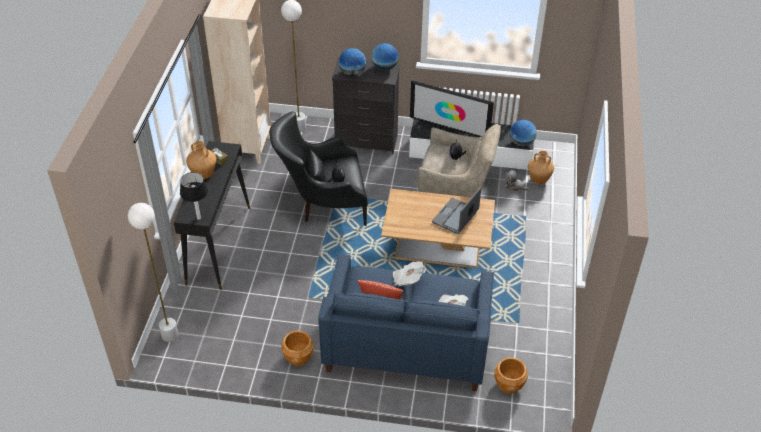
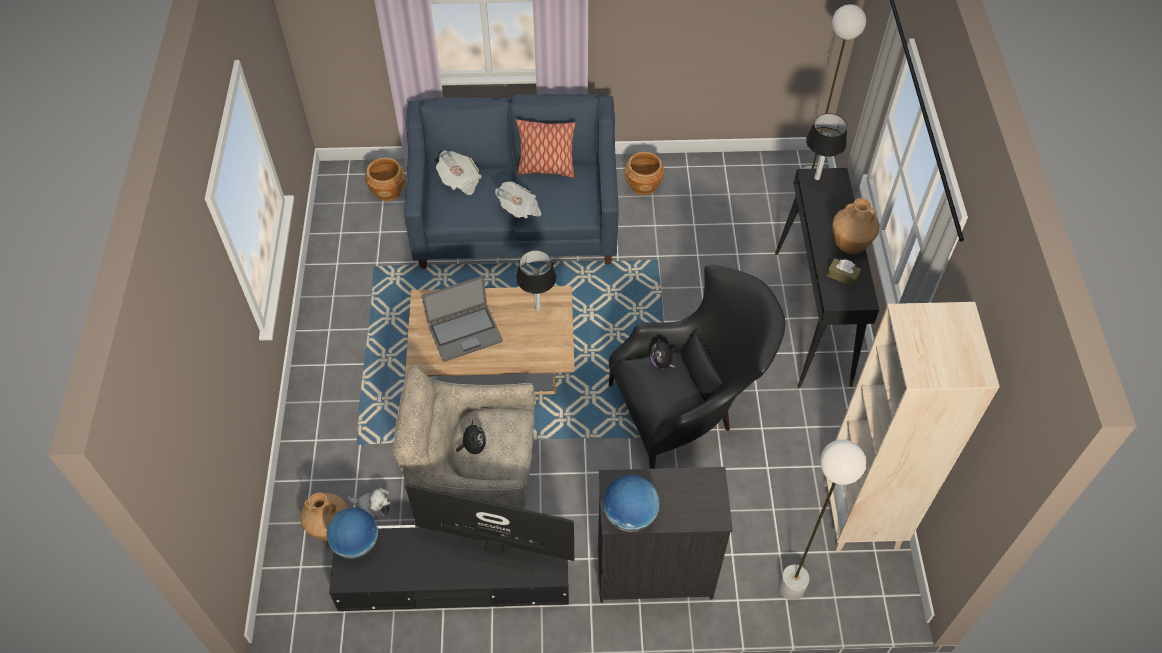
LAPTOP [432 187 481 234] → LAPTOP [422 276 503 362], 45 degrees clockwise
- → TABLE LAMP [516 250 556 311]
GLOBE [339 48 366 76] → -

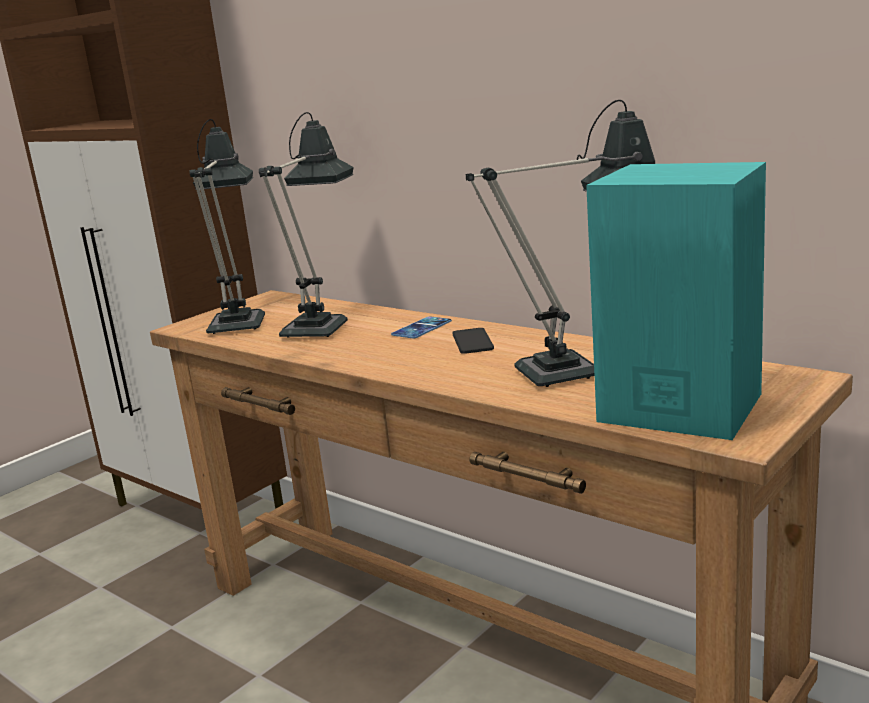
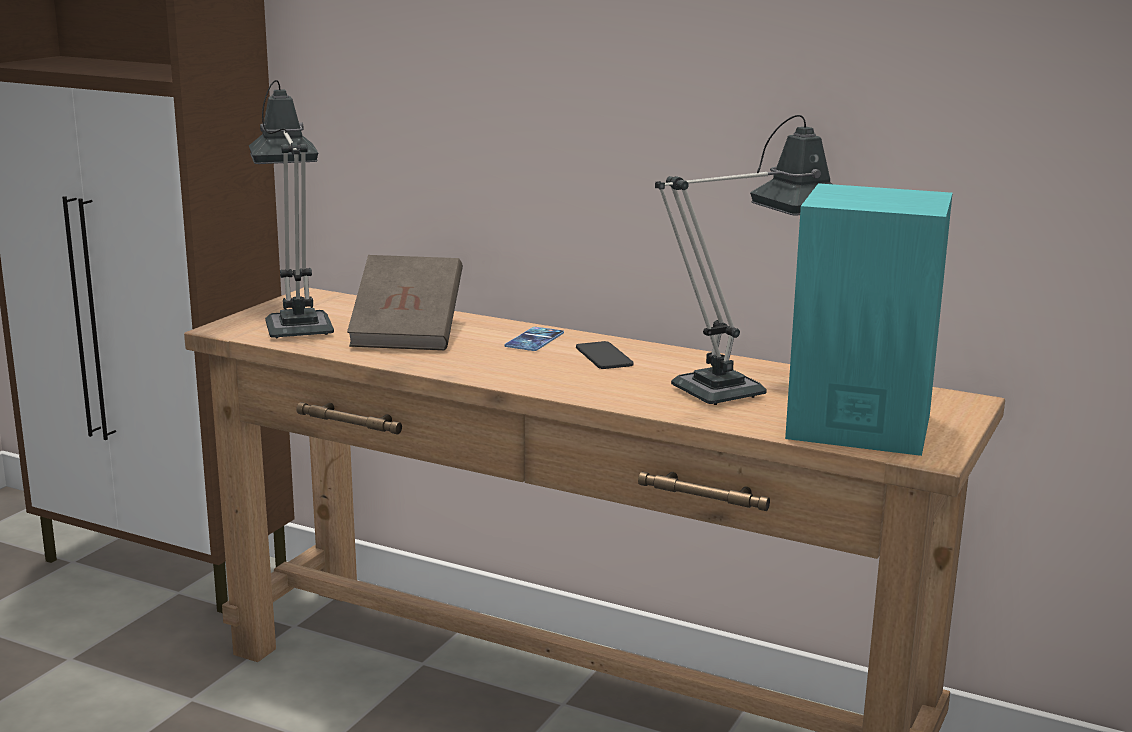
TABLE LAMP [259 112 354 337] → BROWN BOOK [347 255 463 350]

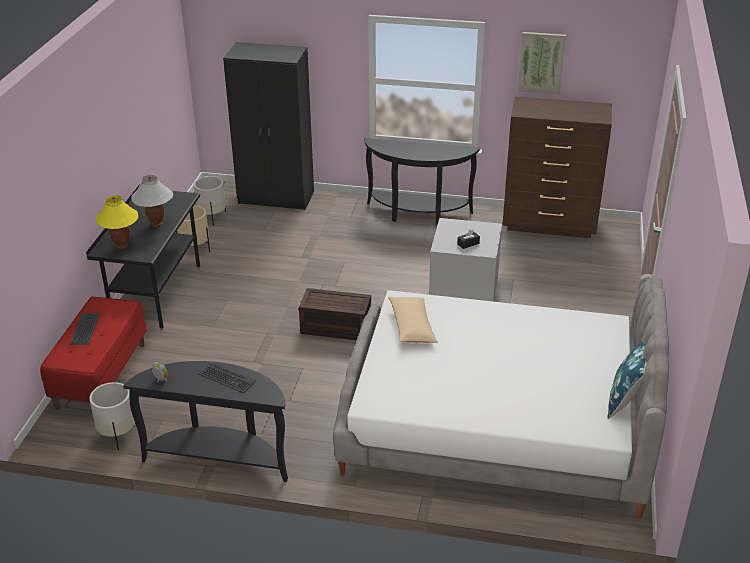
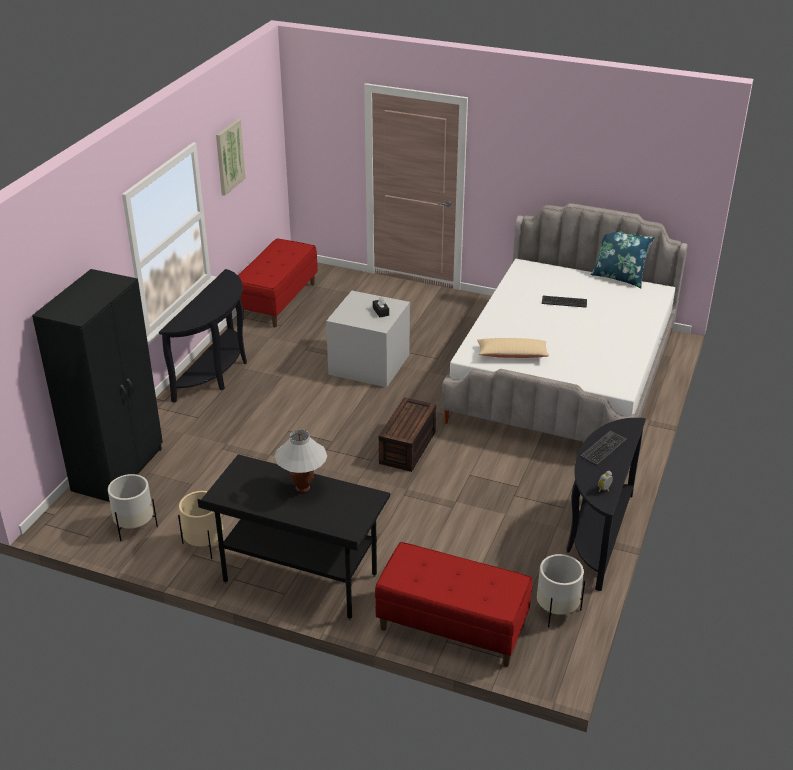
BROWN DRESSER [502 96 612 238] → RED BENCH [235 238 318 327]
KEYBOARD [70 313 99 345] → KEYBOARD [542 296 587 308], relocated
YELLOW TABLE LAMP [96 195 138 249] → -

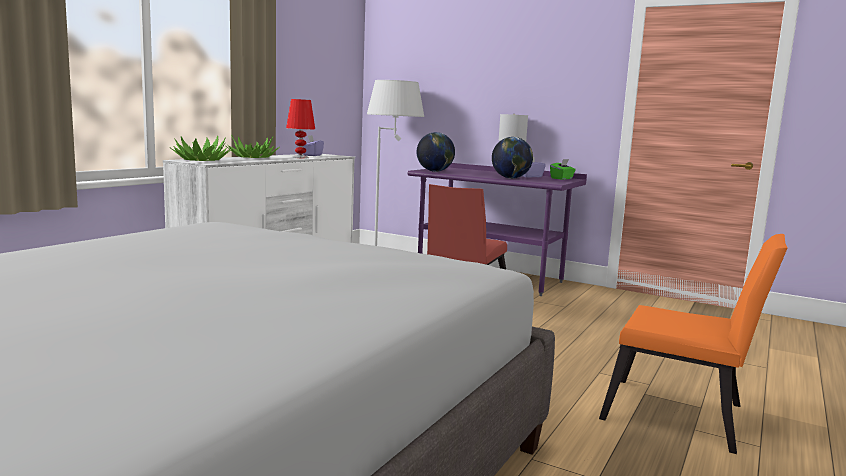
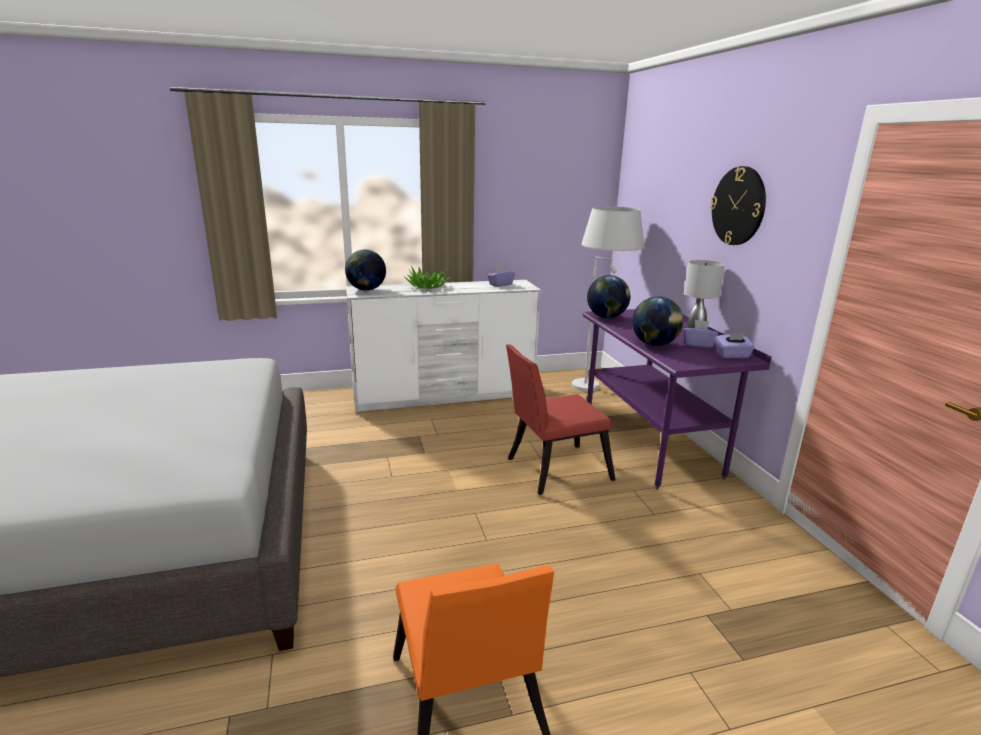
POTTED PLANT [169 136 232 161] → GLOBE [345 249 386 291]
- → WALL CLOCK [710 166 766 245]
GREEN TISSUE BOX [550 159 576 180] → PURPLE TISSUE BOX [715 332 755 358]
RED TABLE LAMP [286 99 315 158] → -

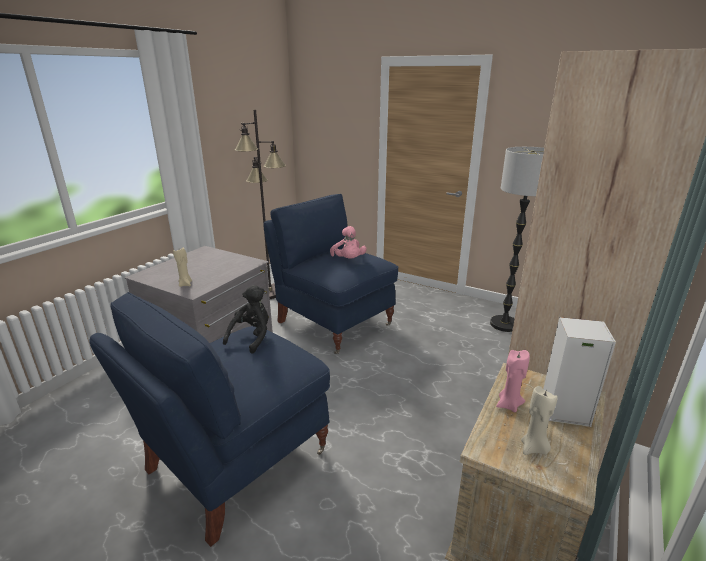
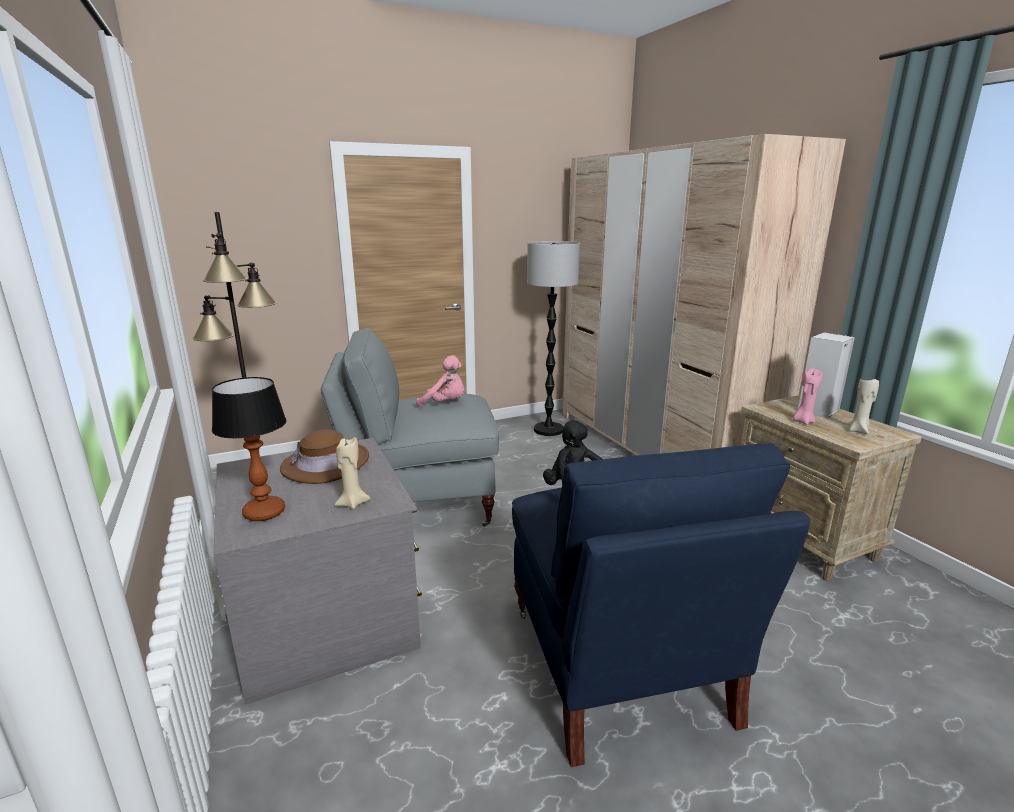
- → TABLE LAMP [212 377 287 521]
- → BROWN HAT [280 429 369 484]
BLUE ARMCHAIR [263 194 399 354] → GREY ARMCHAIR [321 327 499 527]

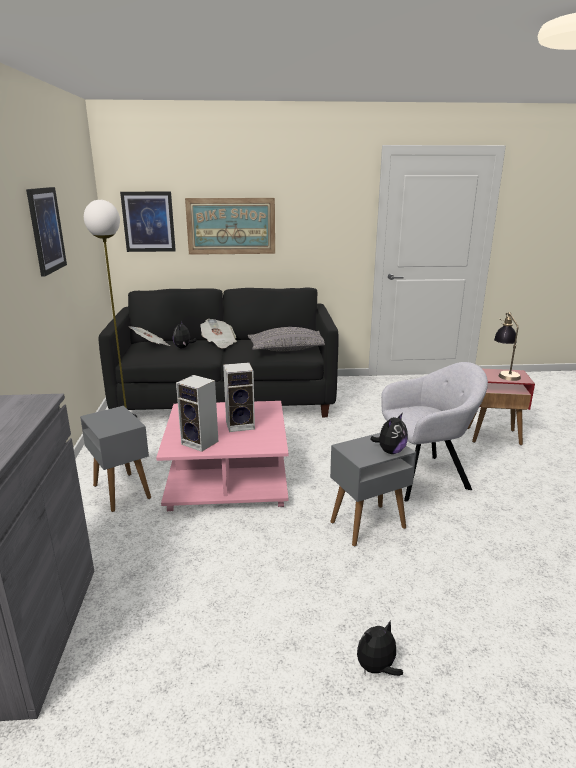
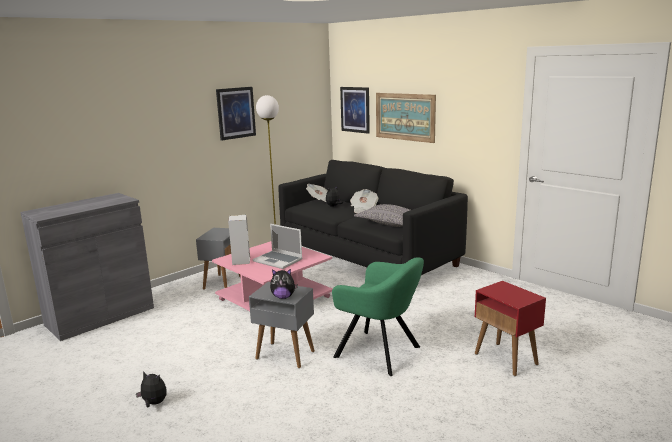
SPEAKER [223 362 255 432] → LAPTOP [253 224 303 269]
GREY ARMCHAIR [381 362 488 502] → GREEN ARMCHAIR [332 257 424 376]
TABLE LAMP [494 312 521 381] → -

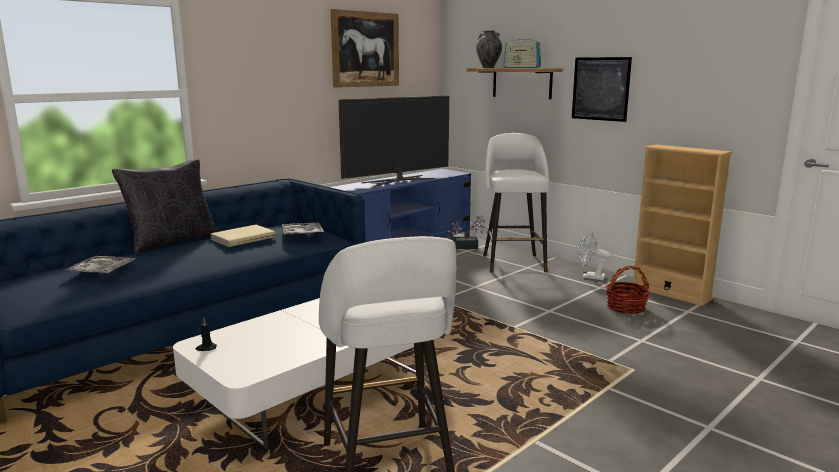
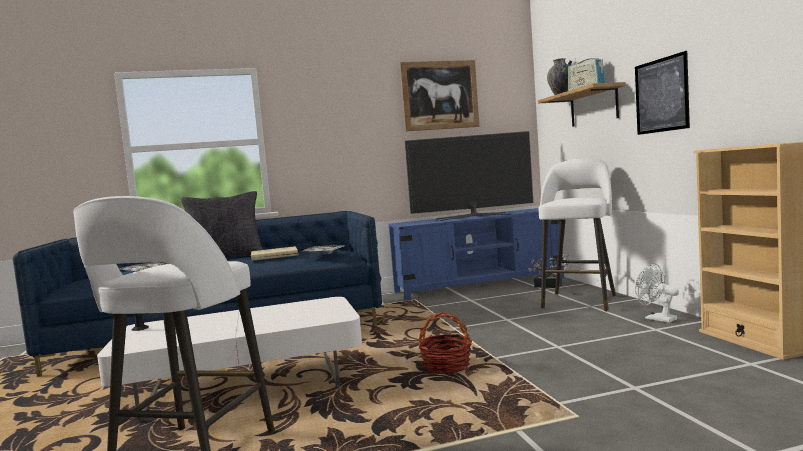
BASKET [606 265 650 314] → BASKET [419 312 472 374], relocated

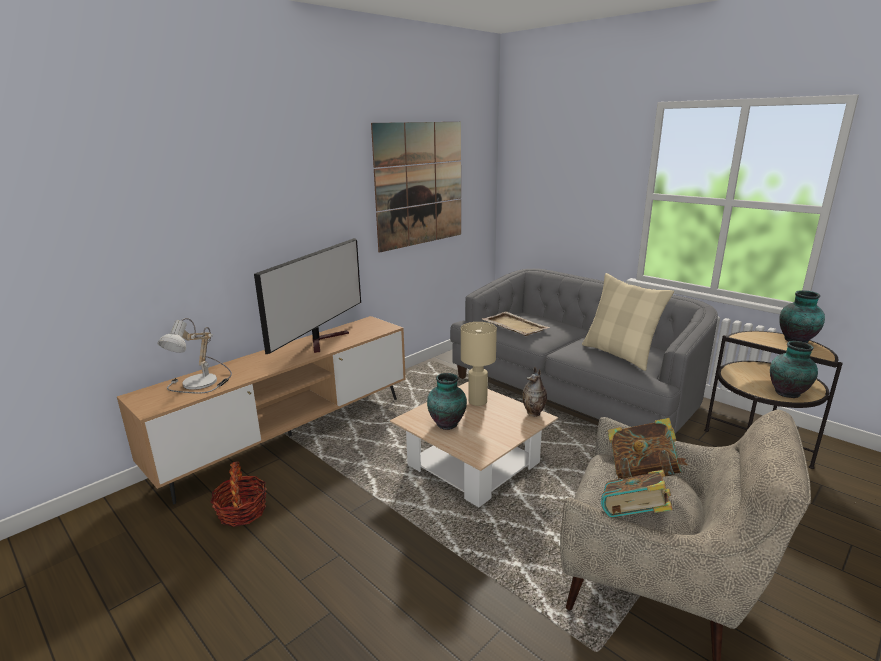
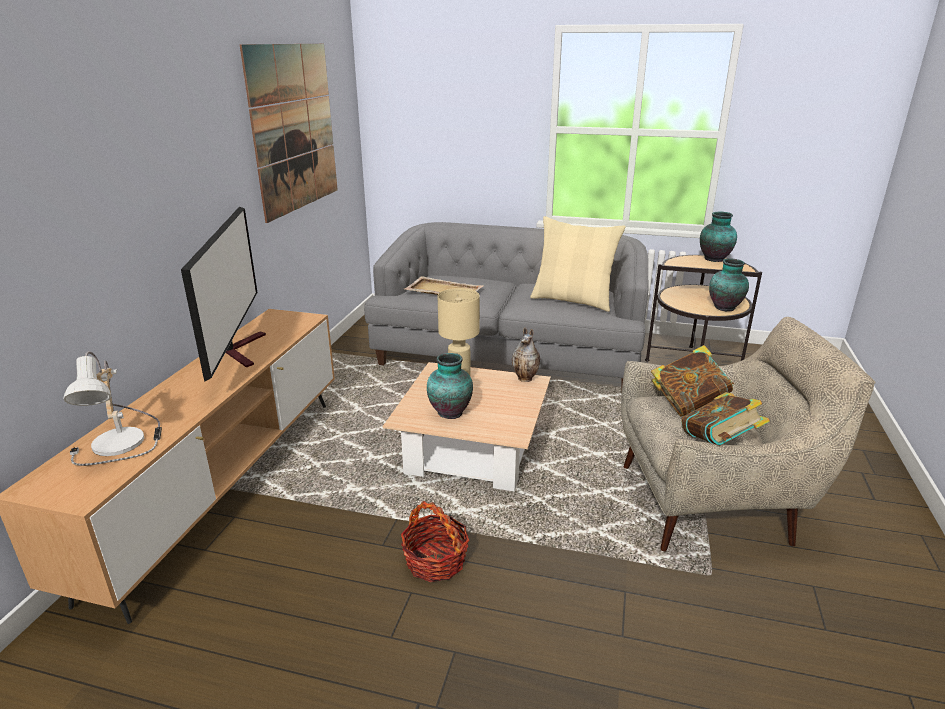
BASKET [211 461 266 527] → BASKET [401 501 470 582], relocated

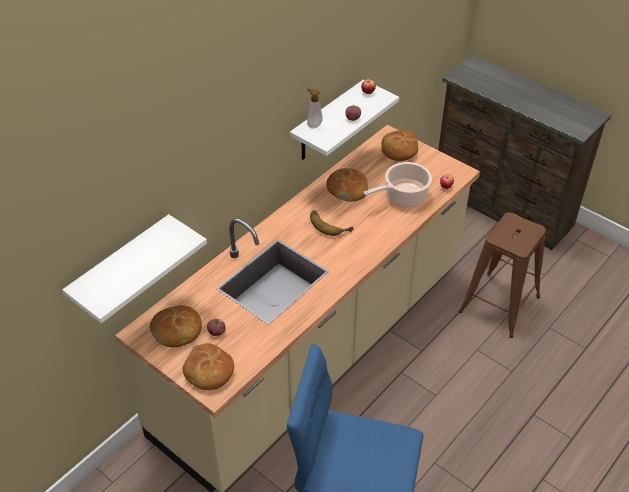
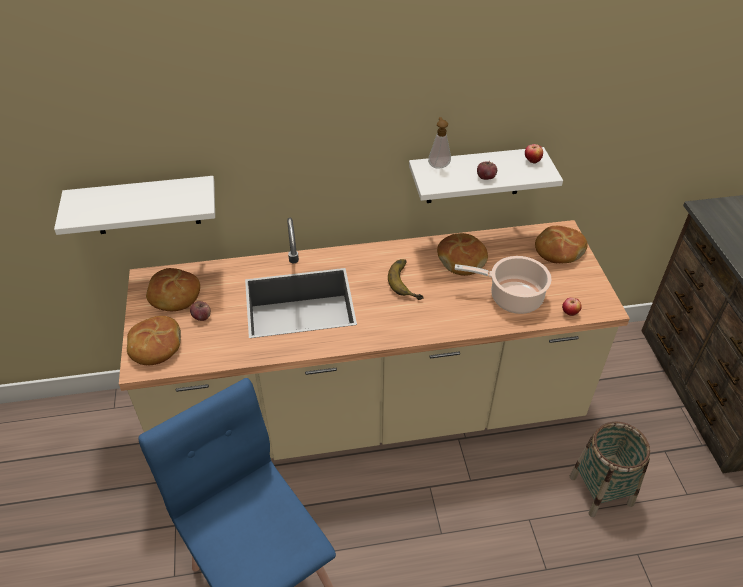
BROWN STOOL [459 212 546 338] → BASKET [570 422 650 517]

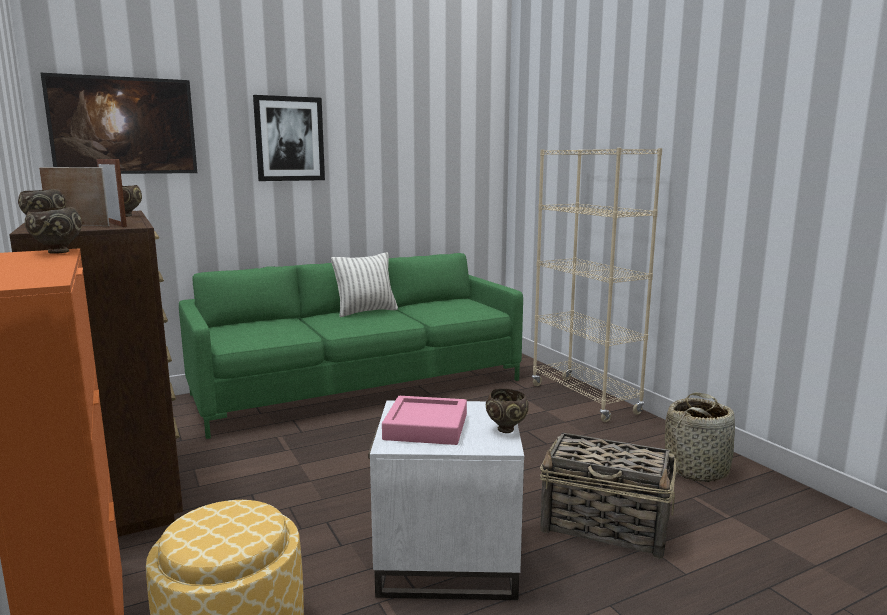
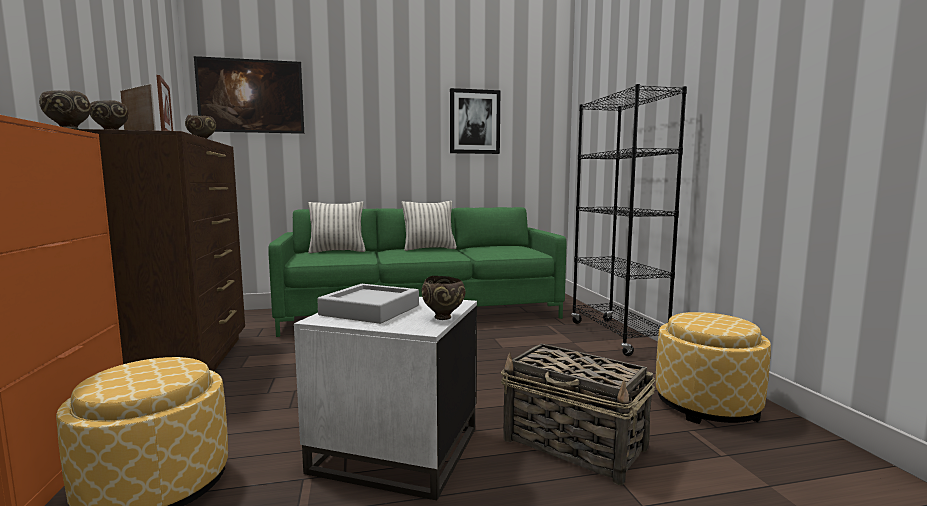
- → PILLOW [308 201 366 253]
PINK TRAY [382 396 467 445] → GREY TRAY [317 284 419 324]
PICTURE [253 95 325 181] → PICTURE [450 88 500 154], relocated
BEIGE BOOKCASE [532 148 662 422] → BLACK BOOKCASE [571 84 687 356]
BASKET [665 392 735 482] → OTTOMAN [656 312 771 424]

